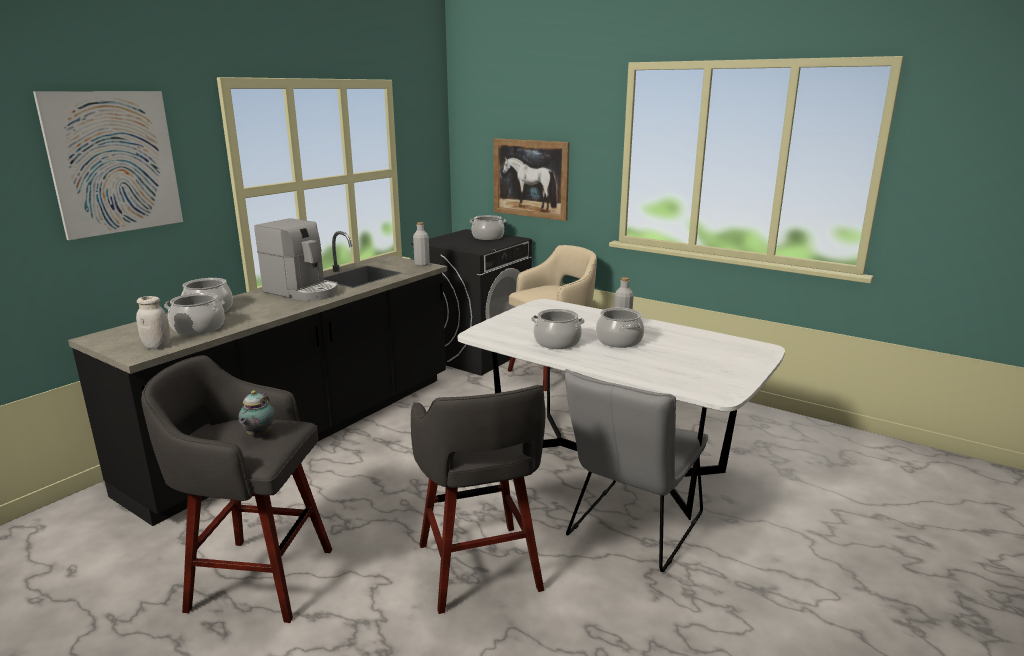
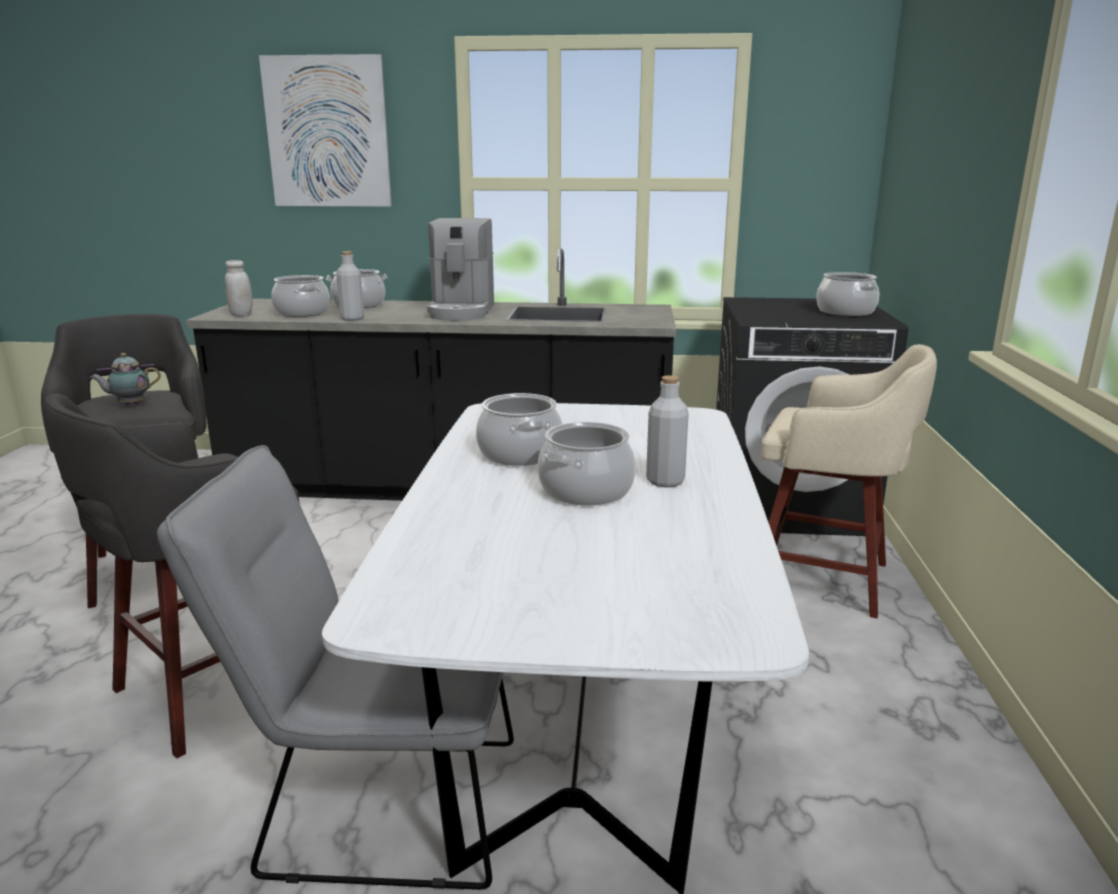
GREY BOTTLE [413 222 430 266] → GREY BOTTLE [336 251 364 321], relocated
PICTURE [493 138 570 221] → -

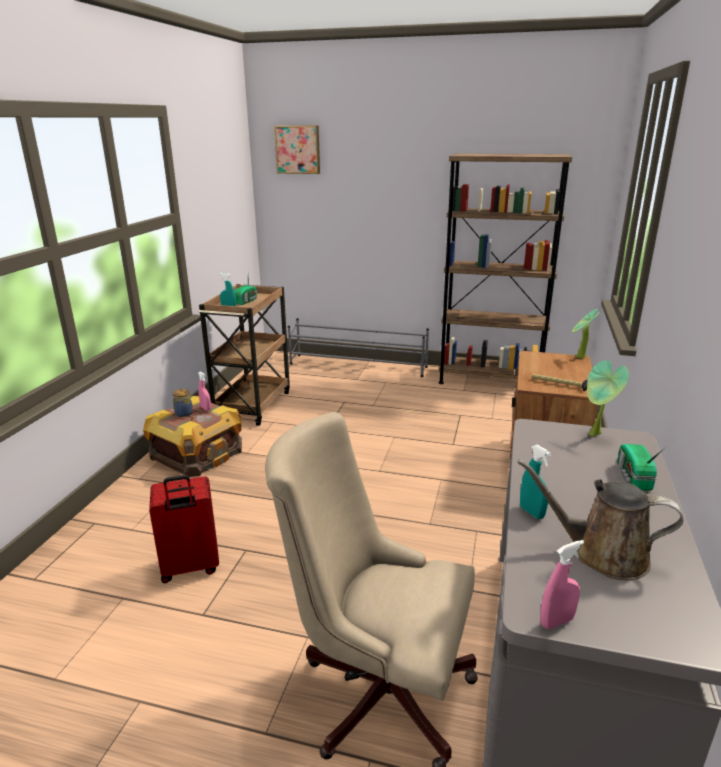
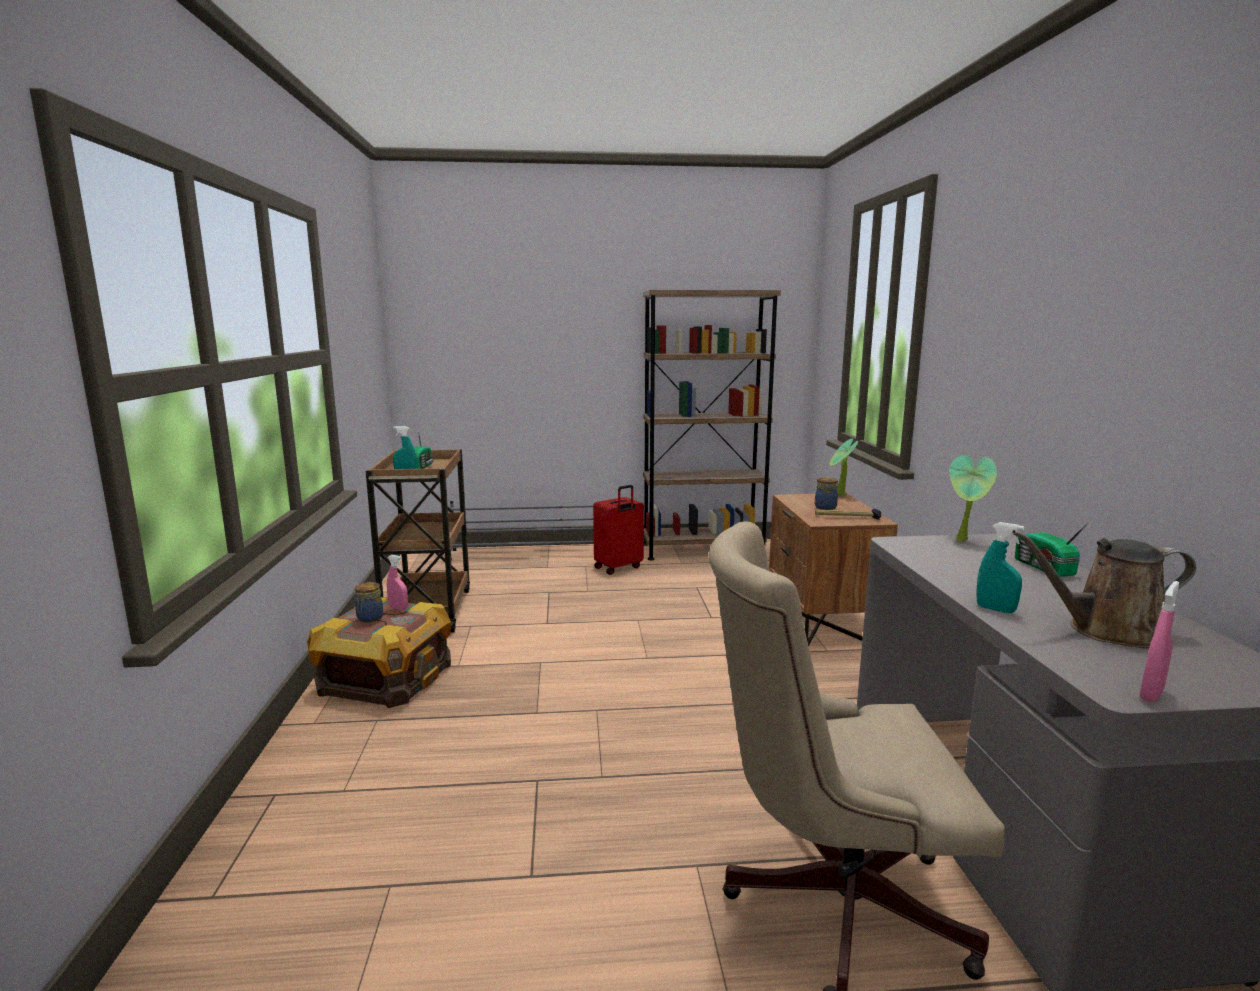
RED SUITCASE [149 475 219 583] → RED SUITCASE [593 485 644 575], relocated
- → JAR [815 477 838 510]
PICTURE [274 125 320 174] → -

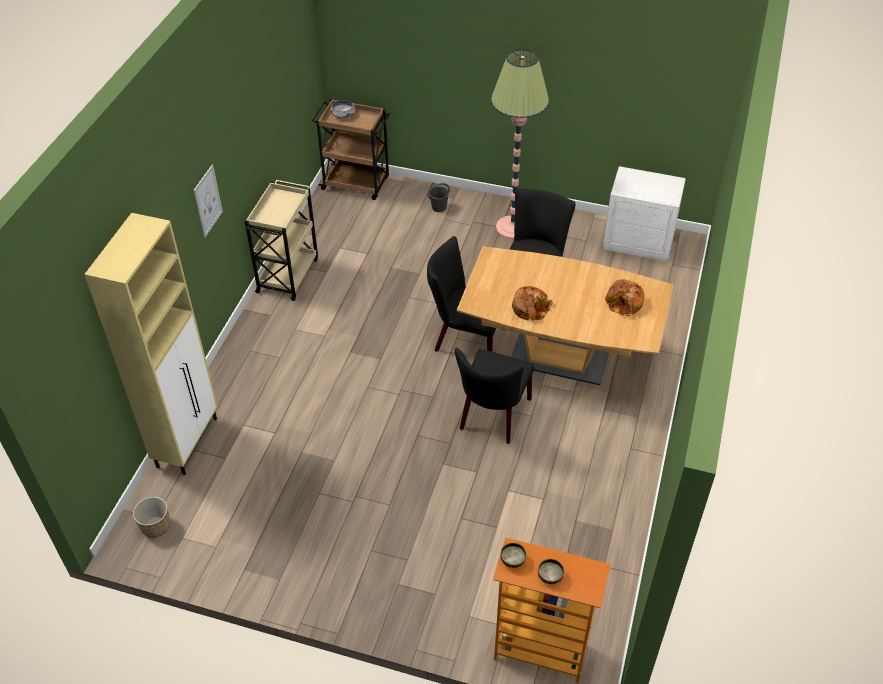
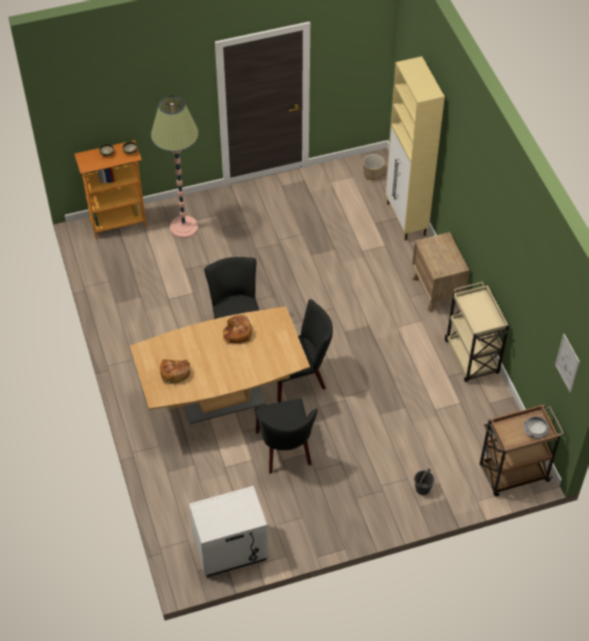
FLOOR LAMP [491 49 549 239] → FLOOR LAMP [151 96 199 238], relocated
- → BROWN NIGHTSTAND [412 232 470 312]
PICTURE [193 165 223 237] → PICTURE [555 334 580 393], relocated

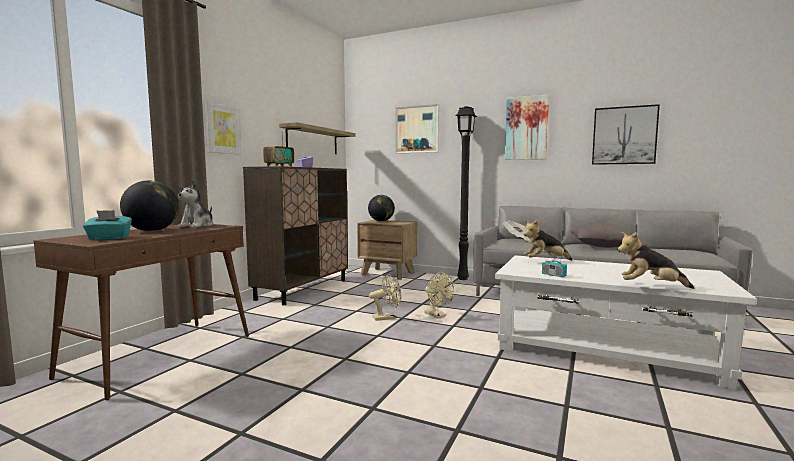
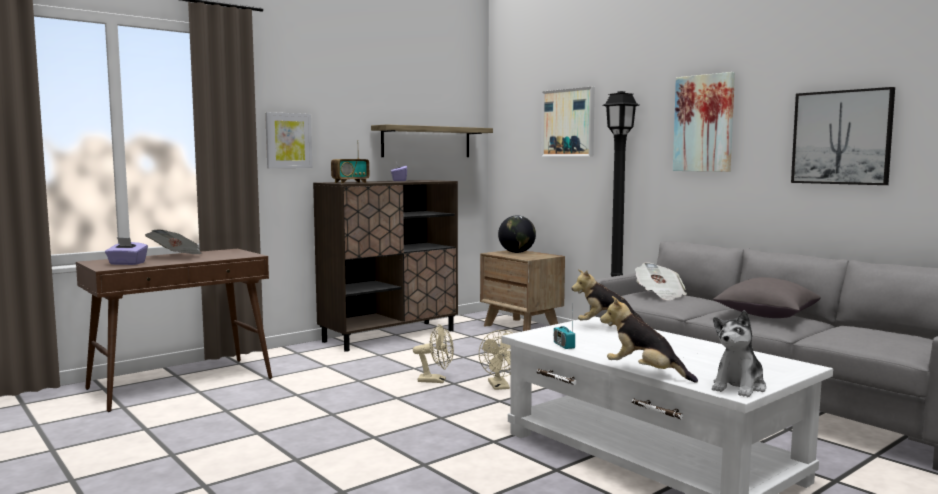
TURQUOISE TISSUE BOX [83 210 132 240] → PURPLE TISSUE BOX [105 237 148 265]
GLOBE [120 181 179 231] → NEWSPAPER [145 229 202 254]
PLUSH TOY [178 181 213 228] → PLUSH TOY [712 310 766 397], relocated

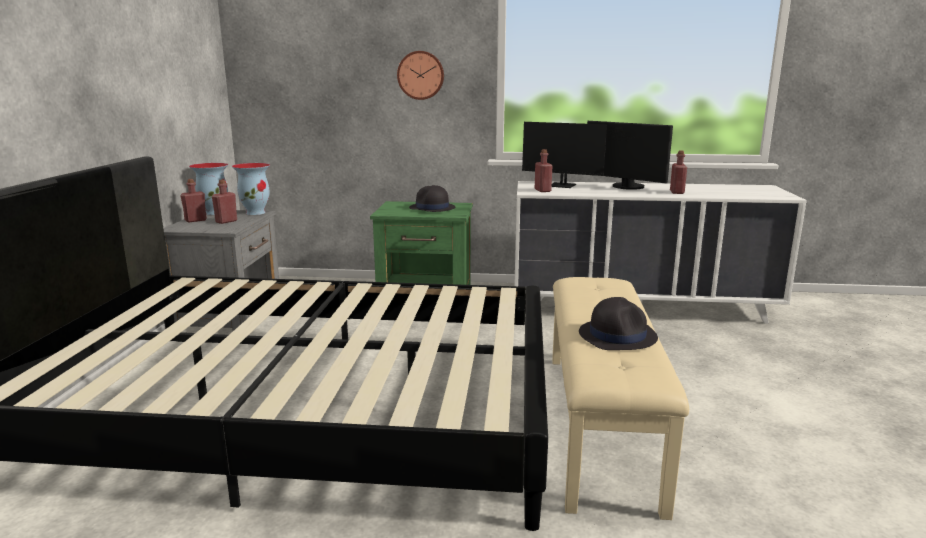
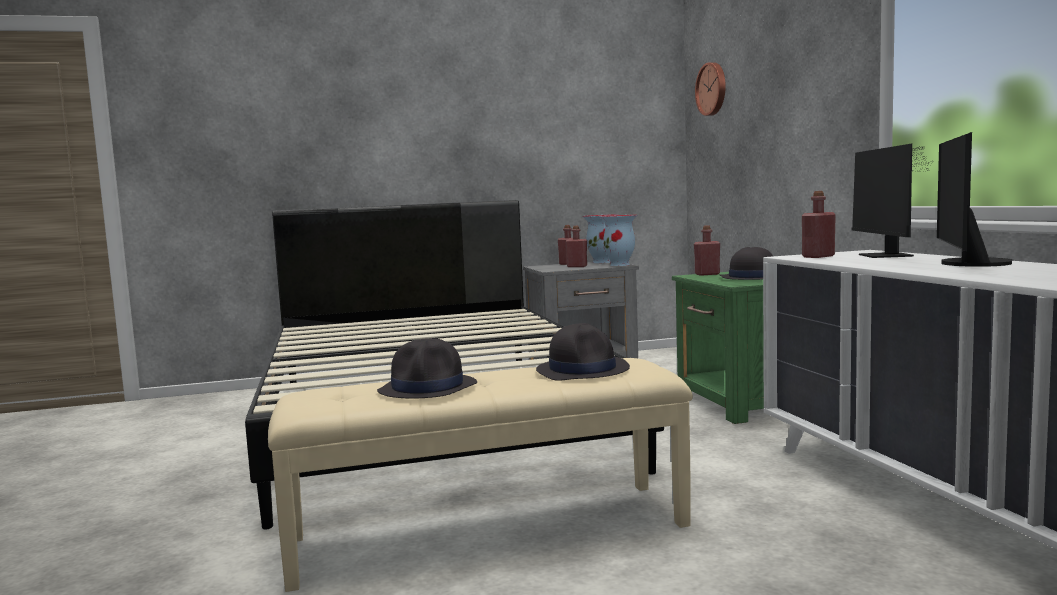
- → BLACK HAT [536 323 630 381]
RED BOTTLE [670 150 687 194] → RED BOTTLE [694 225 720 276], relocated
WALL CLOCK [397 51 444 100] → WALL CLOCK [695 62 726 116], relocated

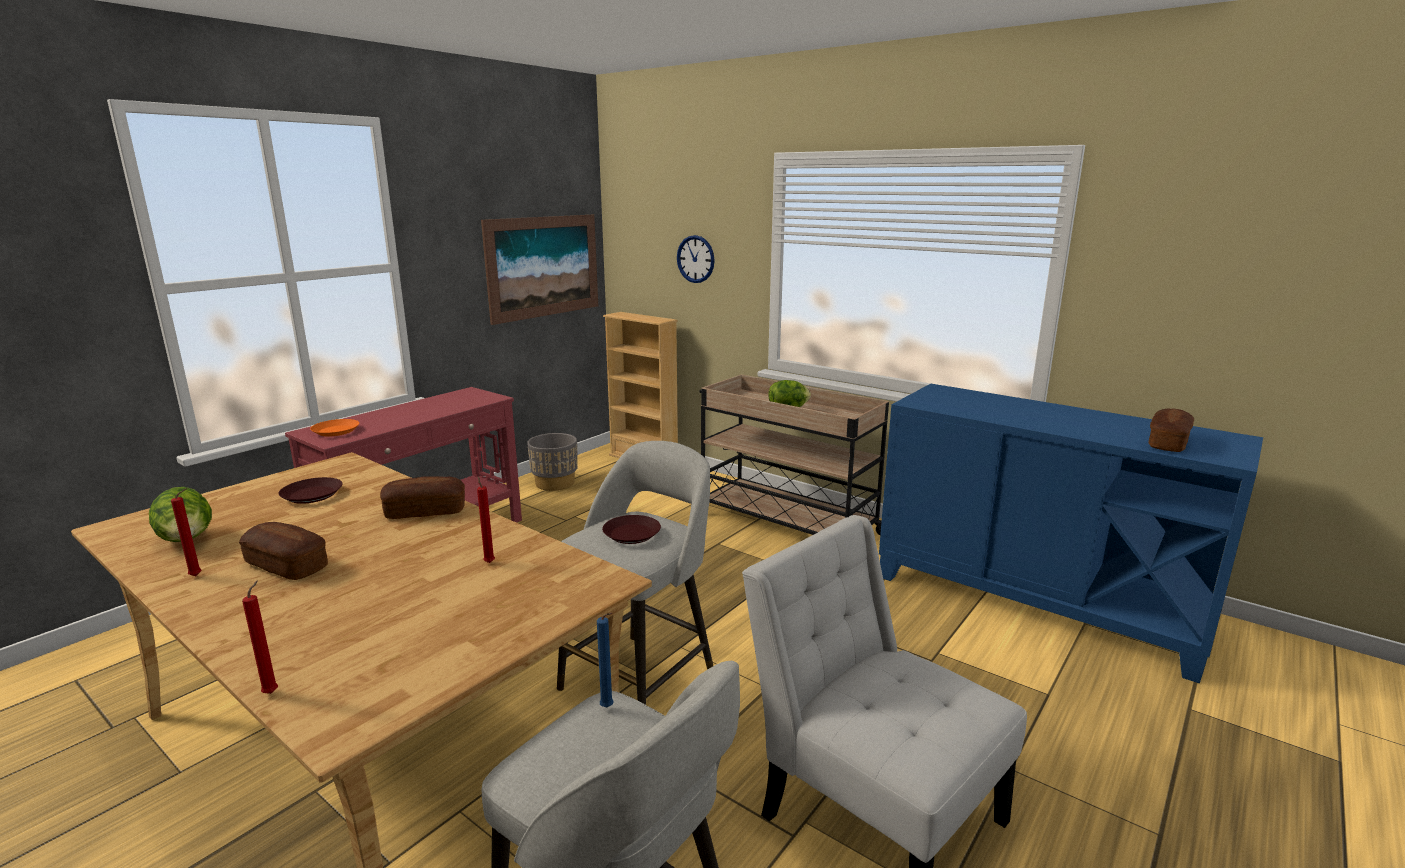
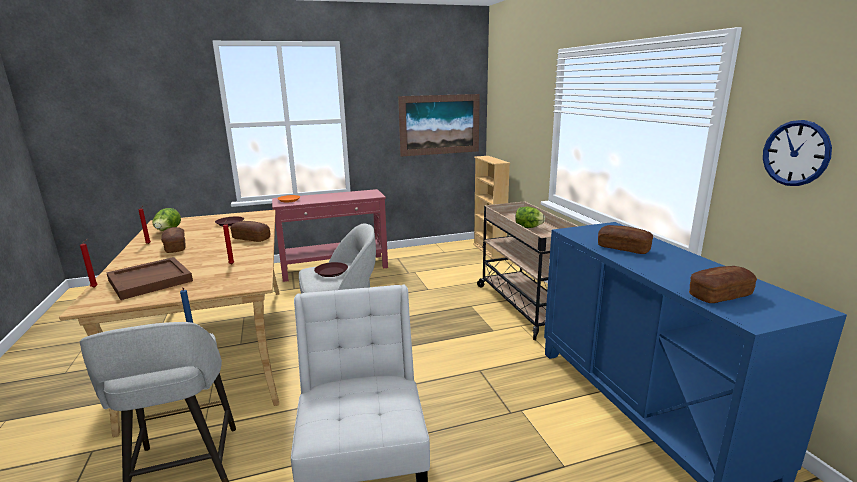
- → BROWN TRAY [106 257 193 300]
- → BREAD [598 225 653 254]
WALL CLOCK [677 235 715 283] → WALL CLOCK [763 120 832 186], relocated
GREY PLANTER [527 433 578 491] → -

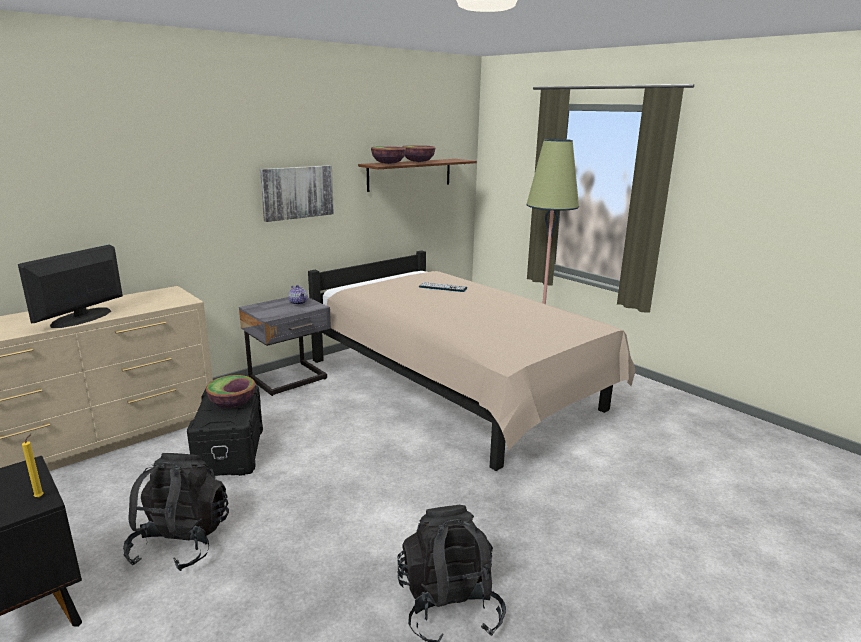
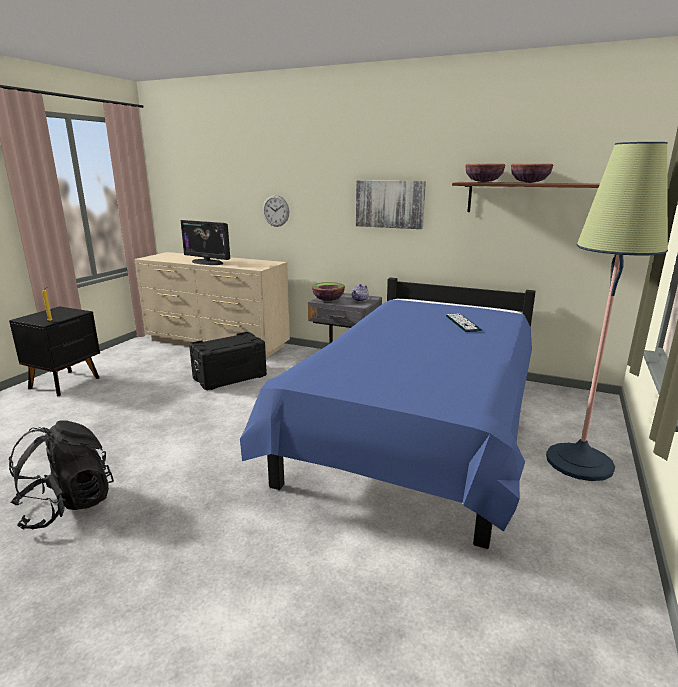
MONITOR [18 244 123 328] → MONITOR [180 220 230 265], 150 degrees counterclockwise
BEIGE BED [308 251 636 471] → BLUE BED [240 278 536 549]
- → WALL CLOCK [263 195 289 227]
BOWL [206 375 255 408] → BOWL [312 282 345 301], relocated
BLACK BACKPACK [123 453 229 571] → -

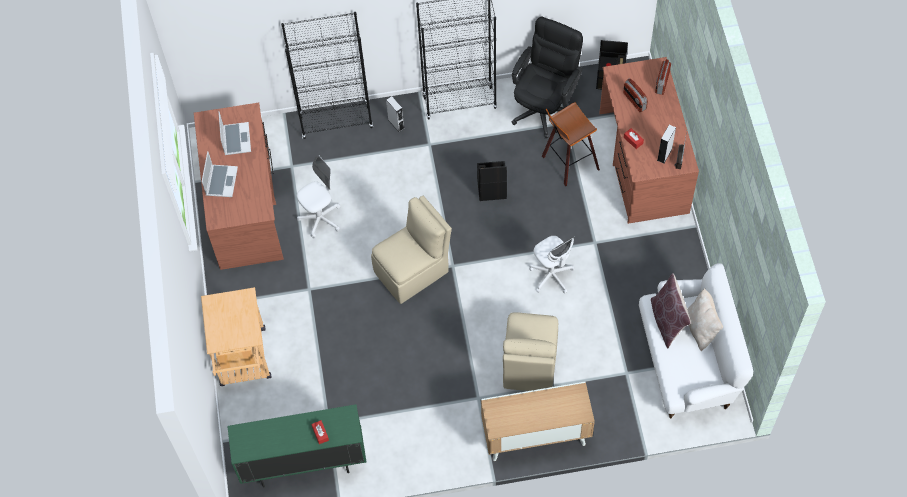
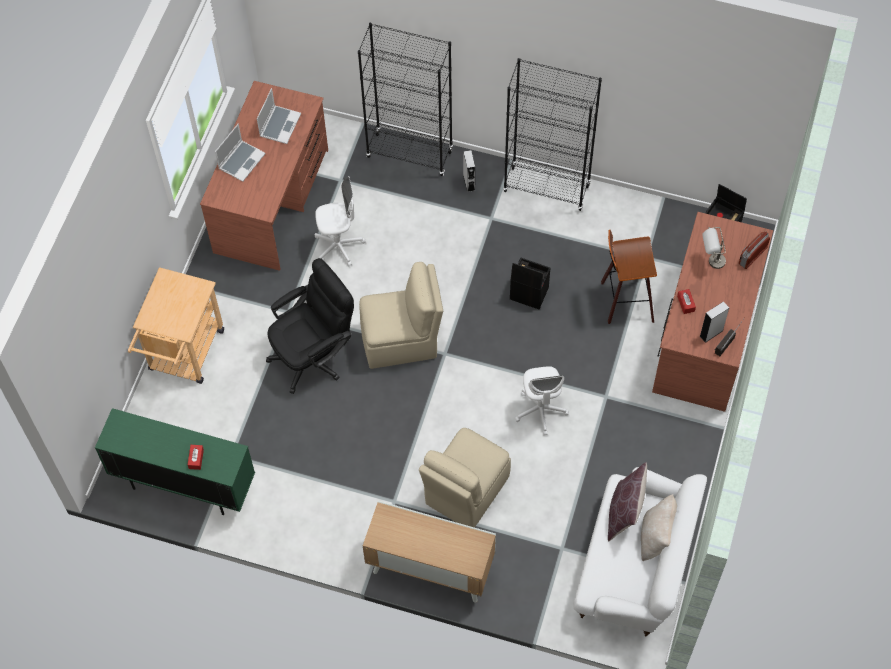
BLACK OFFICE CHAIR [512 17 583 138] → BLACK OFFICE CHAIR [266 258 354 394], relocated
RADIO [623 79 648 112] → GREY TABLE LAMP [702 227 726 269]

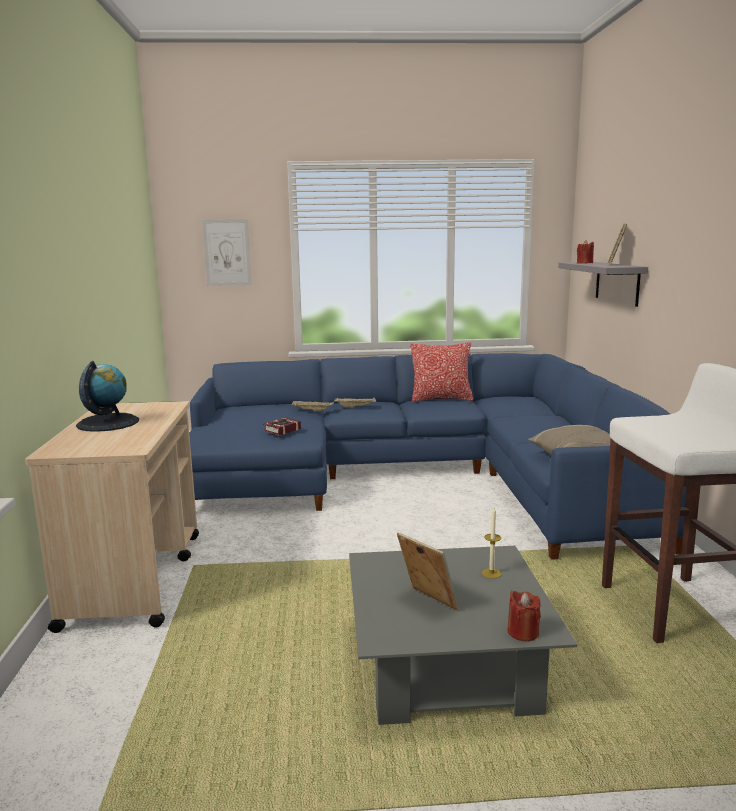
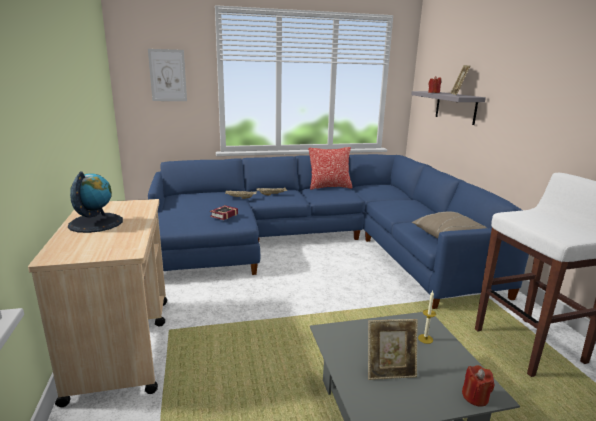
PICTURE FRAME [397 533 459 611] → PICTURE FRAME [368 319 418 380], 135 degrees clockwise

